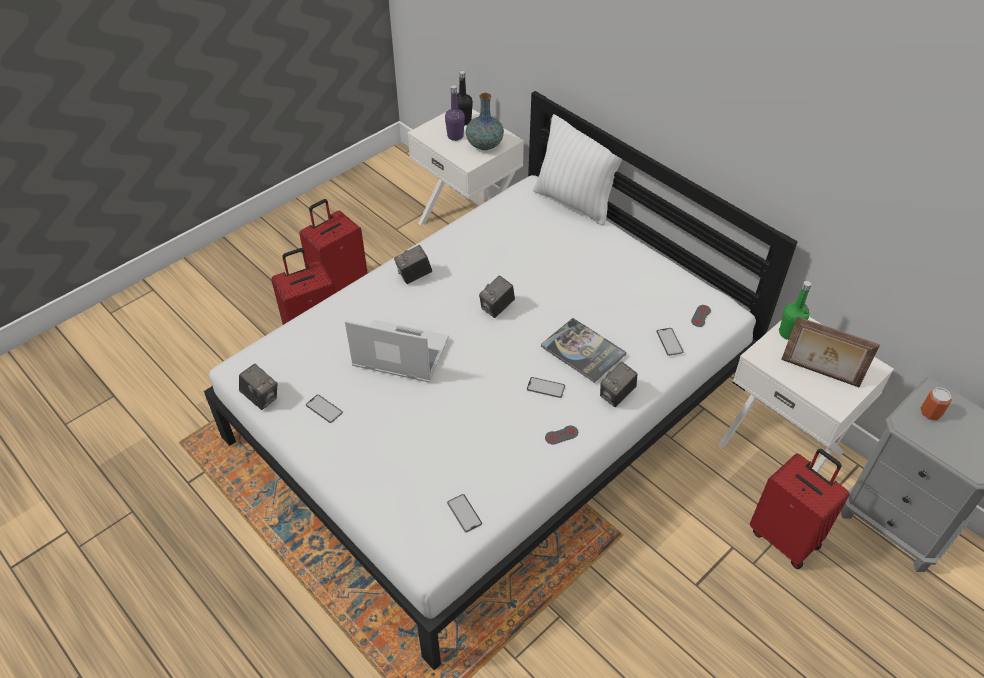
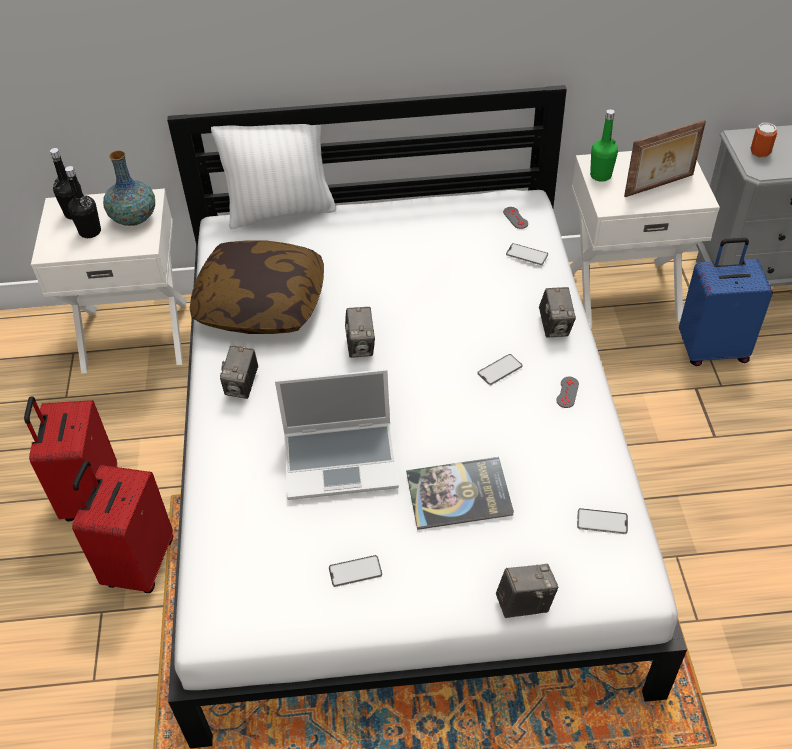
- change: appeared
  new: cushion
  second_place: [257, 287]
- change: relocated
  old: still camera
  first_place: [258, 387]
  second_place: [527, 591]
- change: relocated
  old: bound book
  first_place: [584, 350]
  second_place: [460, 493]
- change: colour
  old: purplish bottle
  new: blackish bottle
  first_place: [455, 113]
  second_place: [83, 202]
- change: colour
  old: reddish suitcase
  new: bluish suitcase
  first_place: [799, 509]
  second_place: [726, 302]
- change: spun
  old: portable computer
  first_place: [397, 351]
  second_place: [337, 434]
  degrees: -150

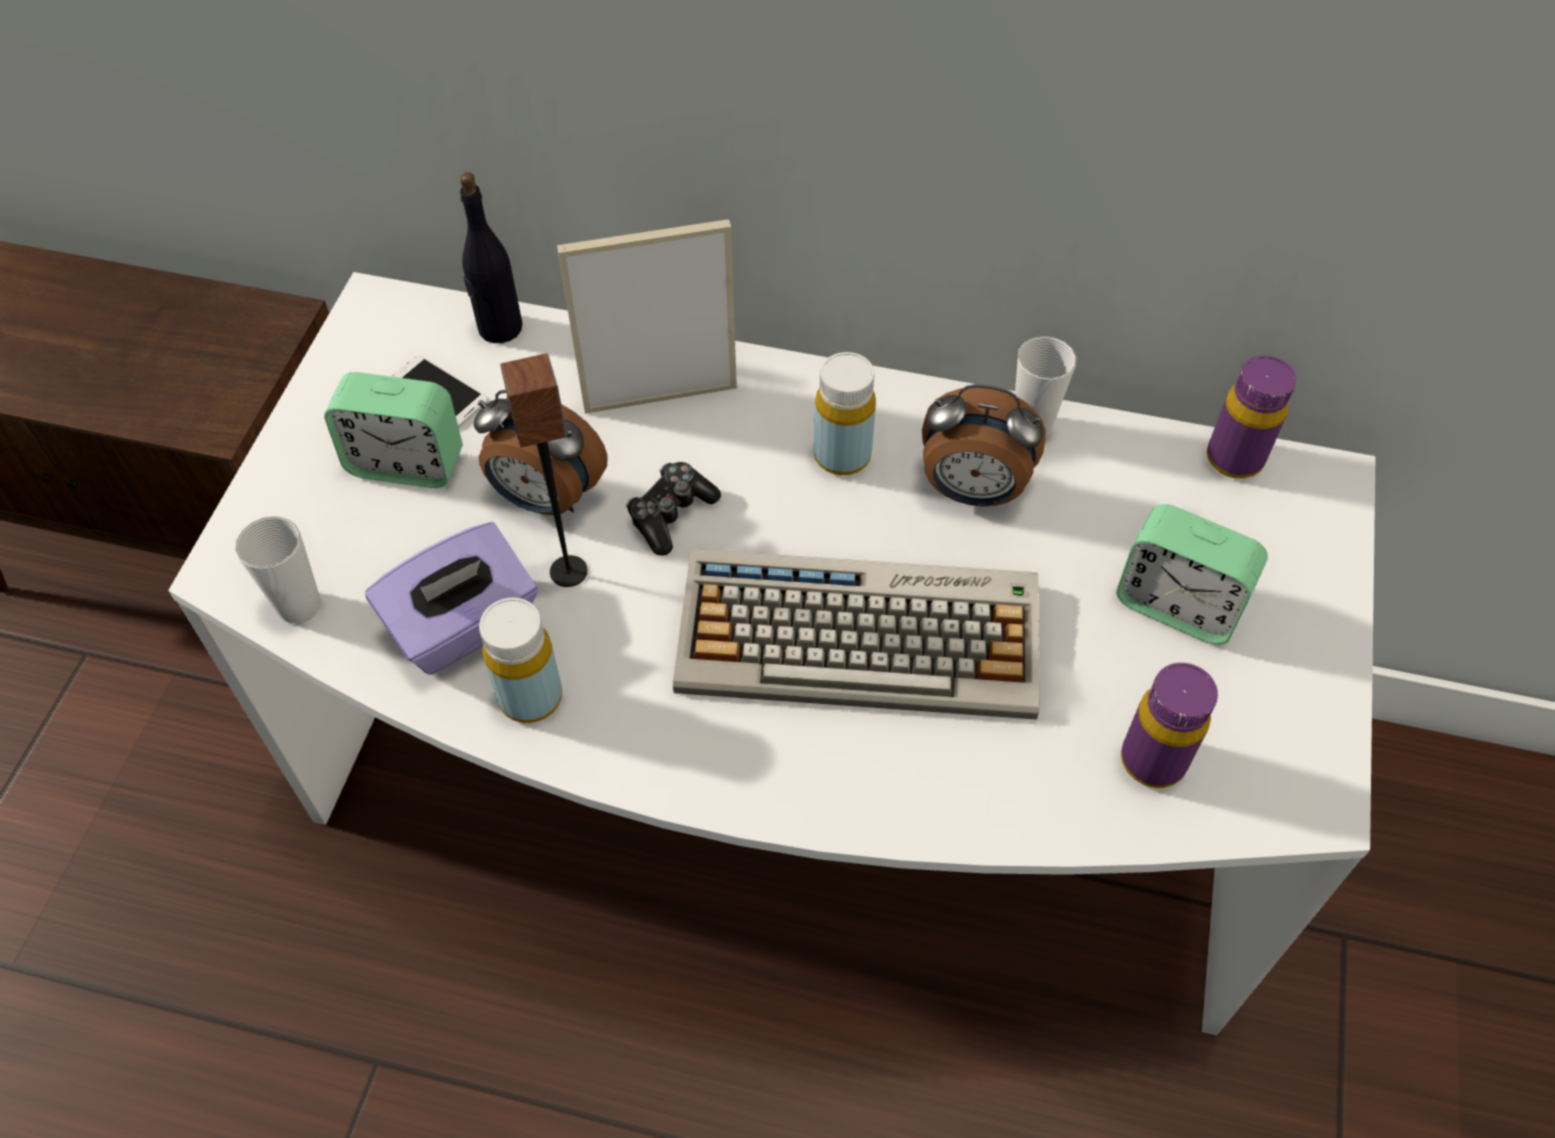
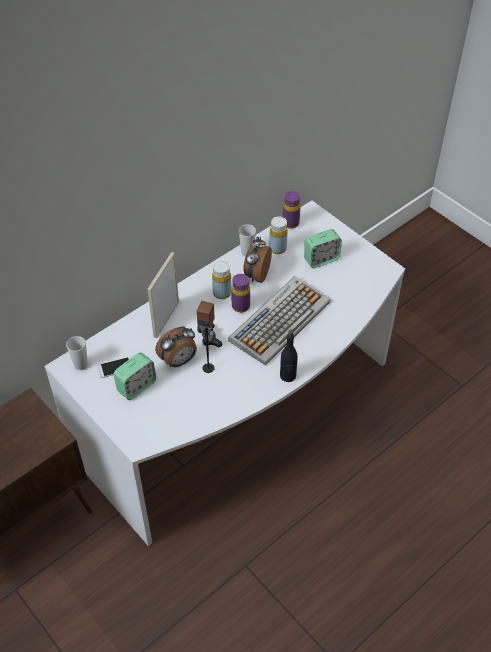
- change: missing
  old: purplish tissue holder
  first_place: [451, 598]
- change: relocated
  old: small cup
  first_place: [278, 570]
  second_place: [77, 353]
- change: relocated
  old: blackish bottle
  first_place: [491, 257]
  second_place: [289, 356]
- change: relocated
  old: yellowish bottle
  first_place: [520, 660]
  second_place: [278, 235]
- change: relocated
  old: purplish bottle
  first_place: [1169, 725]
  second_place: [240, 293]
- change: spun
  old: bedside clock
  first_place: [984, 445]
  second_place: [257, 260]
  degrees: 150

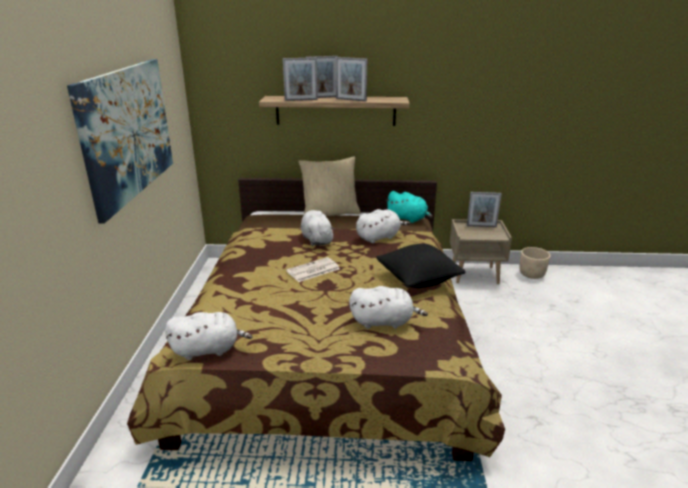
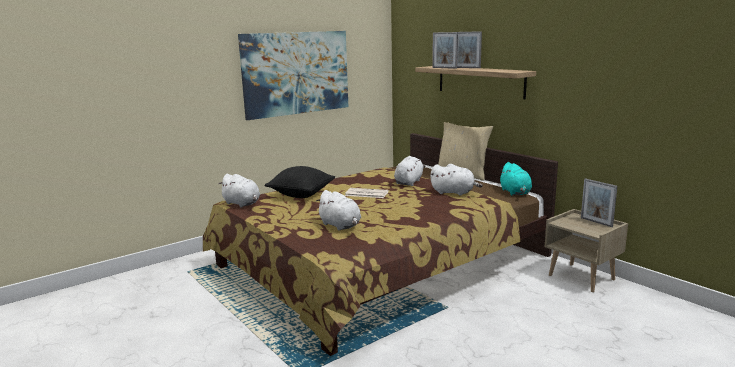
- change: missing
  old: photo frame
  first_place: [351, 79]
- change: missing
  old: sand-coloured planter
  first_place: [535, 263]
- change: relocated
  old: blackish cushion
  first_place: [420, 266]
  second_place: [300, 182]

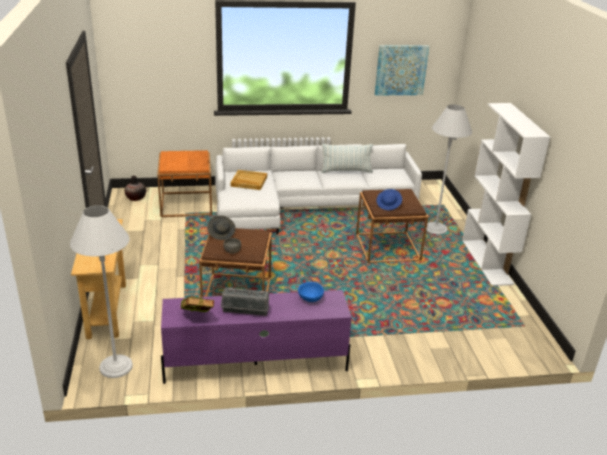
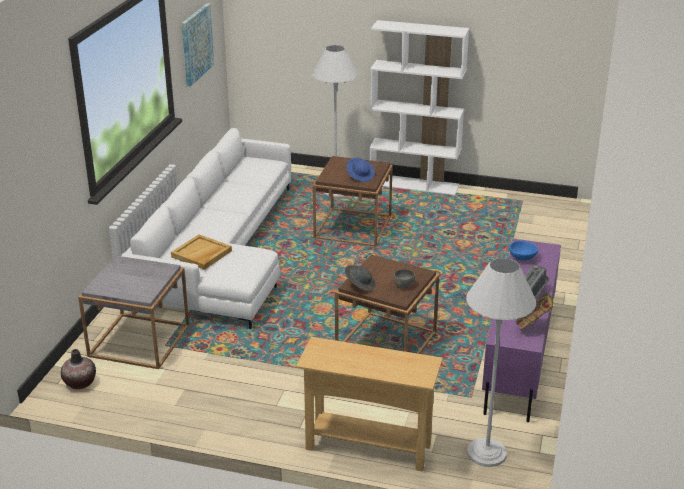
- change: missing
  old: cushion
  first_place: [347, 158]
- change: colour
  old: orange-coloured end table
  new: greyish end table
  first_place: [184, 183]
  second_place: [133, 312]

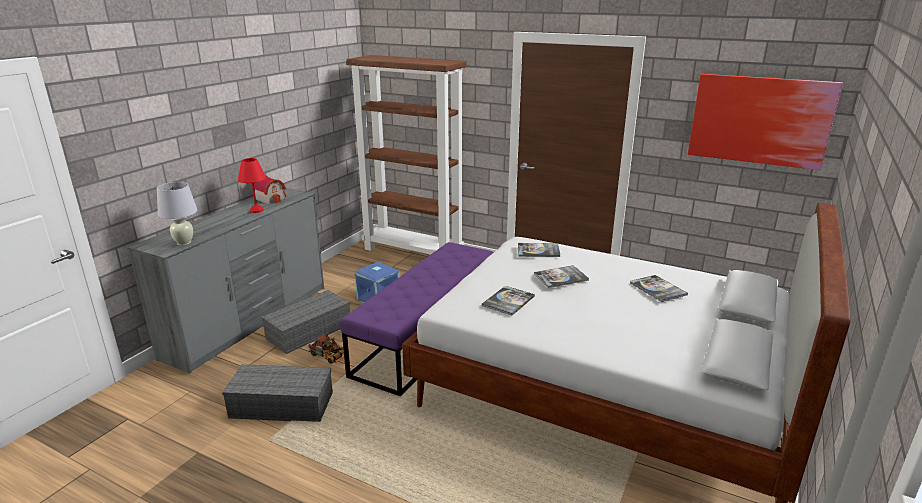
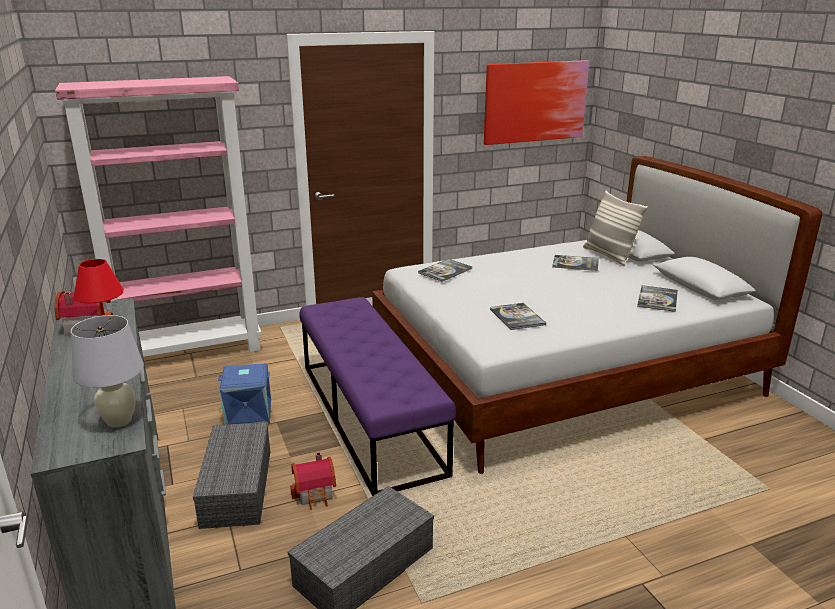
- change: appeared
  new: cushion
  second_place: [615, 228]
- change: relocated
  old: bound book
  first_place: [561, 276]
  second_place: [657, 298]
- change: exchanged
  old: toy lorry
  new: toy house
  first_place: [326, 349]
  second_place: [313, 481]
- change: colour
  old: brown shelving unit
  new: pink shelving unit
  first_place: [406, 155]
  second_place: [158, 216]

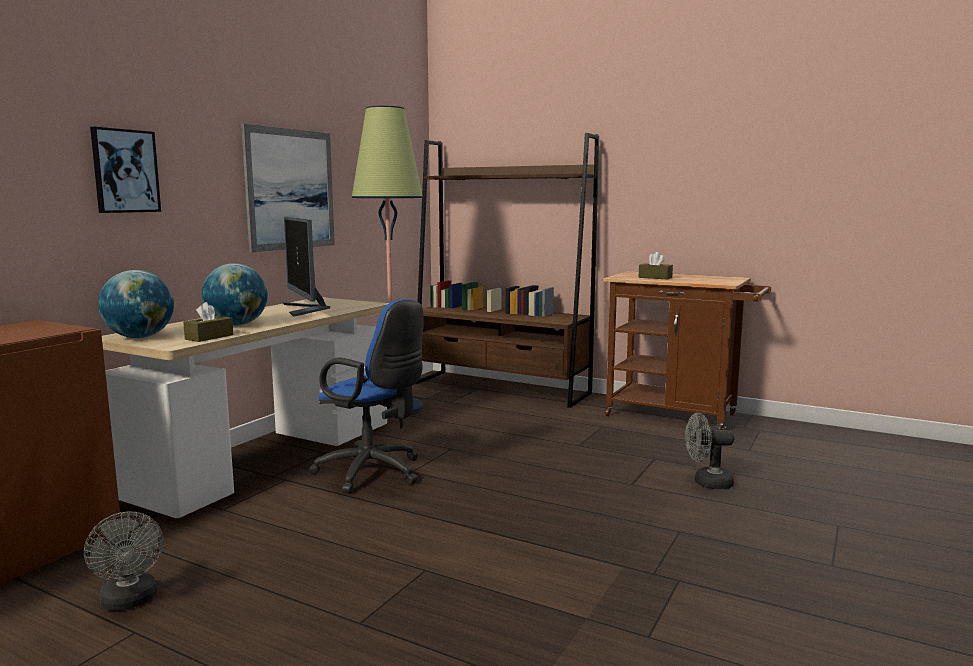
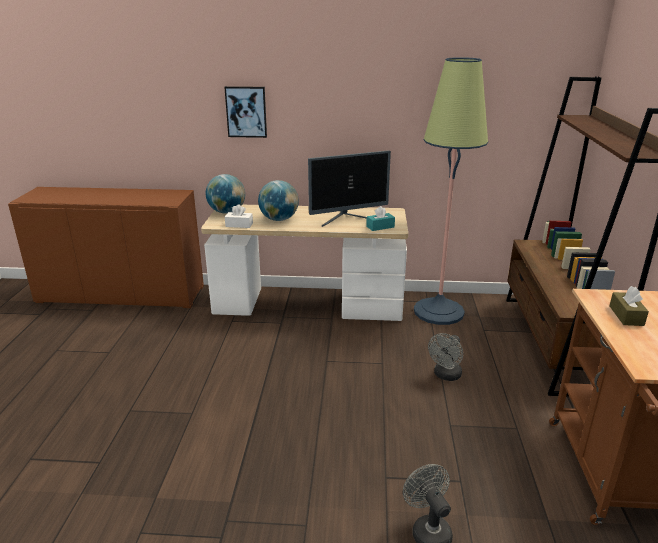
- change: missing
  old: wall picture
  first_place: [288, 188]
- change: missing
  old: bluish office chair
  first_place: [366, 396]
- change: appeared
  new: turquoise-coloured tissue holder
  second_place: [380, 218]
- change: relocated
  old: greyish cooling fan
  first_place: [124, 561]
  second_place: [445, 357]
- change: colour
  old: brown tissue holder
  new: whitish tissue holder
  first_place: [208, 322]
  second_place: [239, 216]
- change: spun
  old: computer display
  first_place: [306, 267]
  second_place: [349, 188]
  degrees: -150

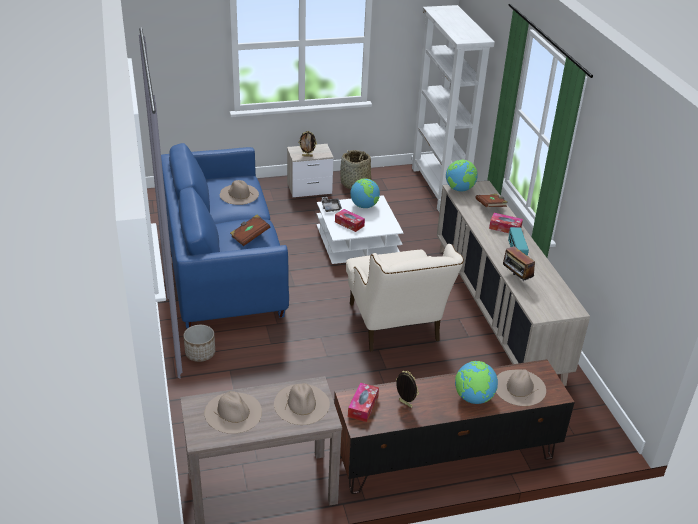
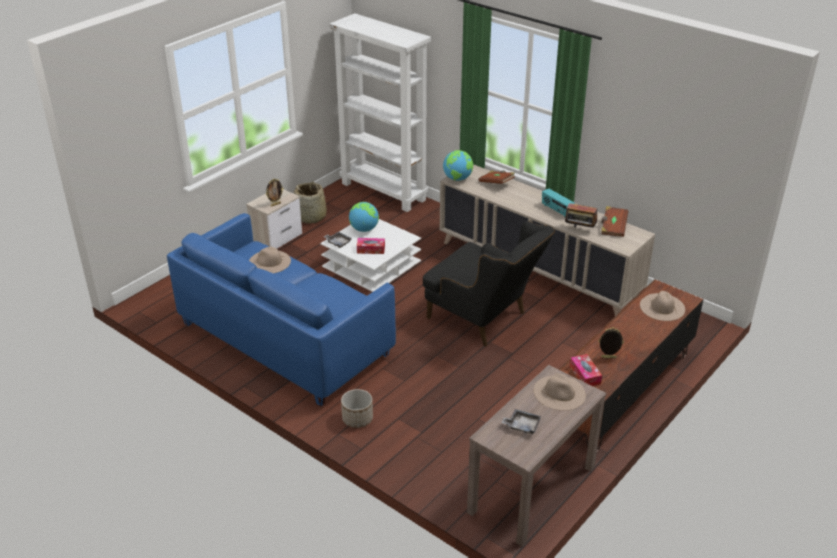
- change: missing
  old: desk globe
  first_place: [476, 382]
- change: missing
  old: tissue holder
  first_place: [506, 223]
- change: relocated
  old: brown bound book
  first_place: [250, 230]
  second_place: [614, 221]
- change: exchanged
  old: sand-coloured wearable hat
  new: greyish serving tray
  first_place: [233, 412]
  second_place: [521, 421]
- change: colour
  old: sand-coloured easy chair
  new: blackish easy chair
  first_place: [405, 297]
  second_place: [489, 283]

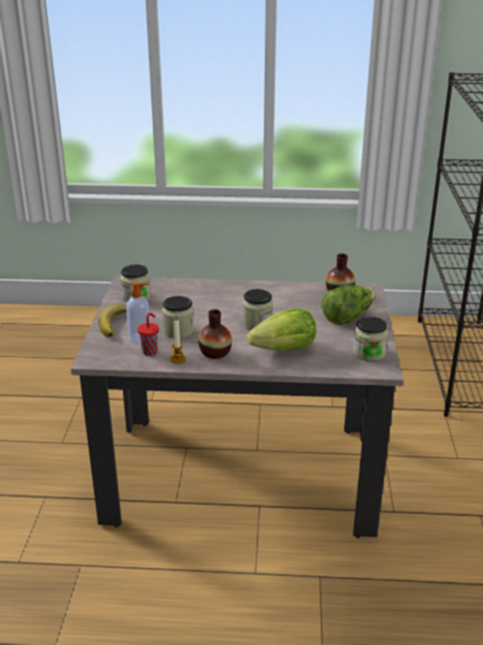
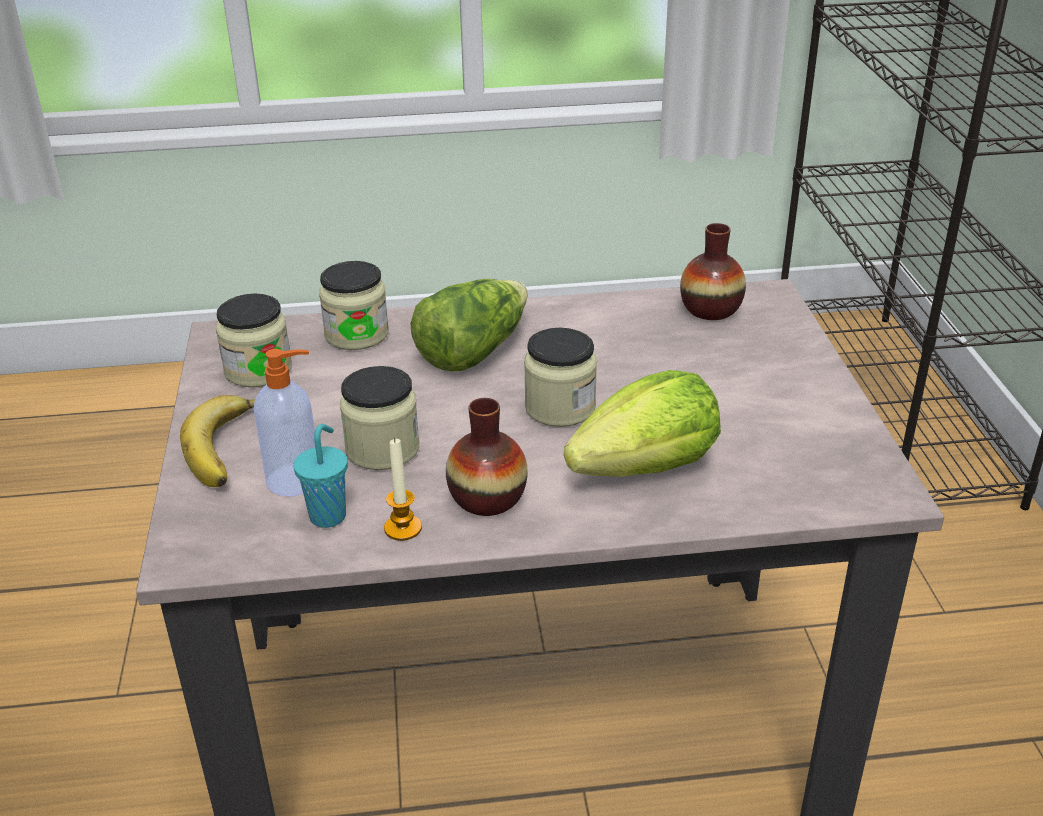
- change: relocated
  old: head of lettuce
  first_place: [348, 305]
  second_place: [469, 325]
- change: relocated
  old: preserve jar
  first_place: [370, 338]
  second_place: [354, 305]
- change: colour
  old: reddish small cup
  new: turquoise-coloured small cup
  first_place: [148, 334]
  second_place: [321, 476]

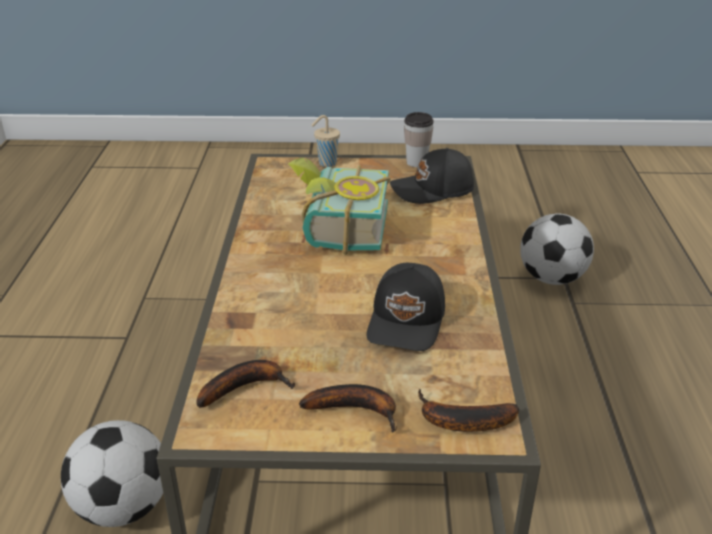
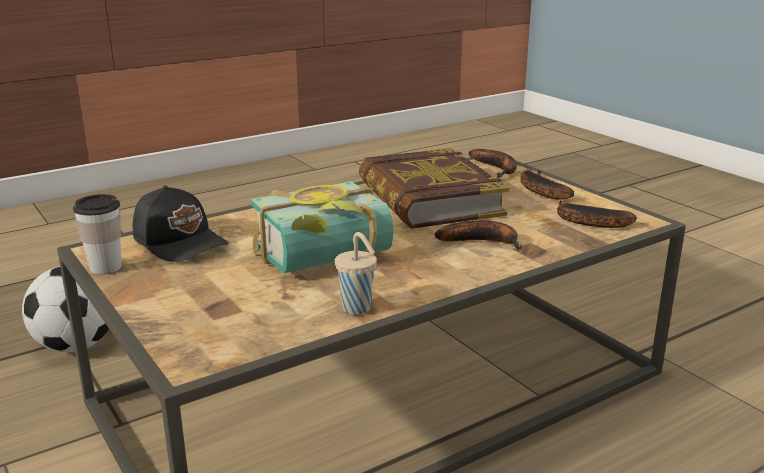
- change: missing
  old: ball for football
  first_place: [112, 473]
- change: appeared
  new: banana fruit
  second_place: [478, 235]
- change: relocated
  old: sand-coloured small cup
  first_place: [326, 141]
  second_place: [356, 273]
- change: exchanged
  old: blackish peaked cap
  new: bound book
  first_place: [406, 307]
  second_place: [434, 188]

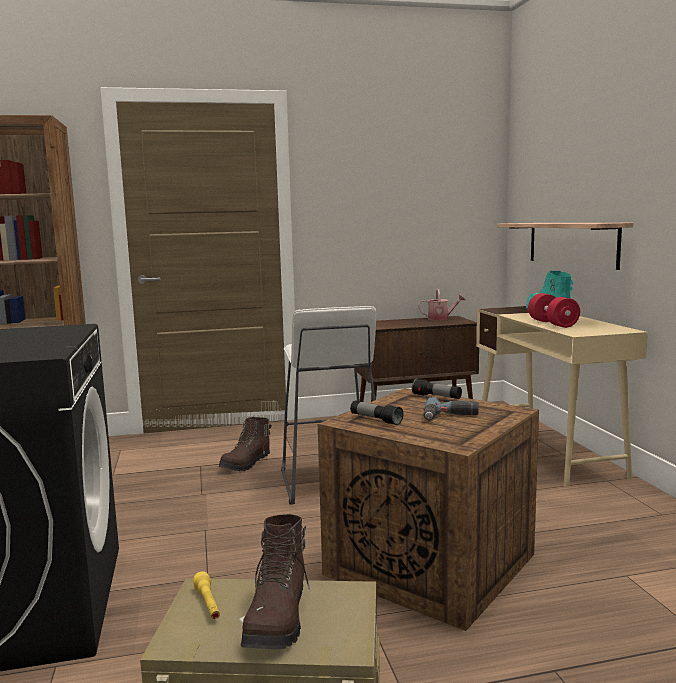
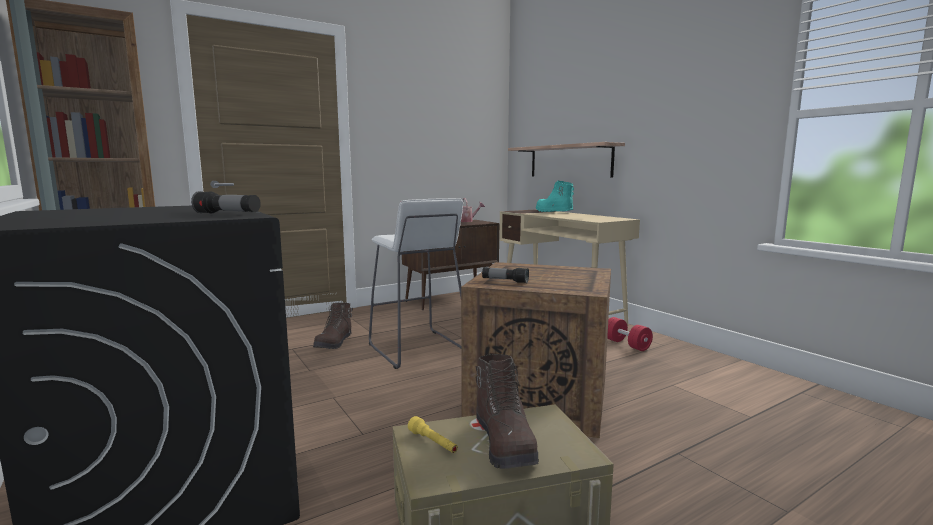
- change: missing
  old: drill
  first_place: [451, 408]
- change: relocated
  old: hand torch
  first_place: [437, 389]
  second_place: [226, 202]
- change: relocated
  old: reddish hand weight
  first_place: [554, 310]
  second_place: [630, 334]

